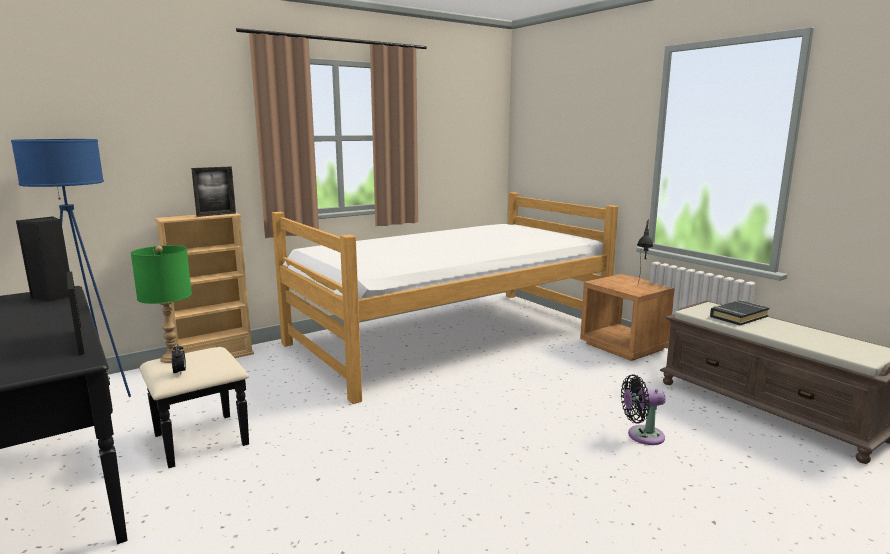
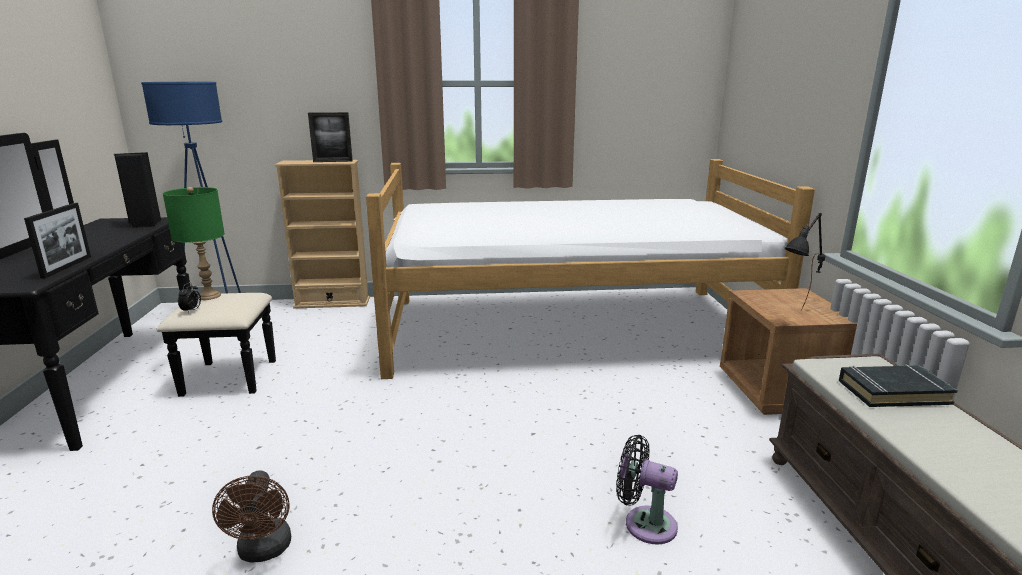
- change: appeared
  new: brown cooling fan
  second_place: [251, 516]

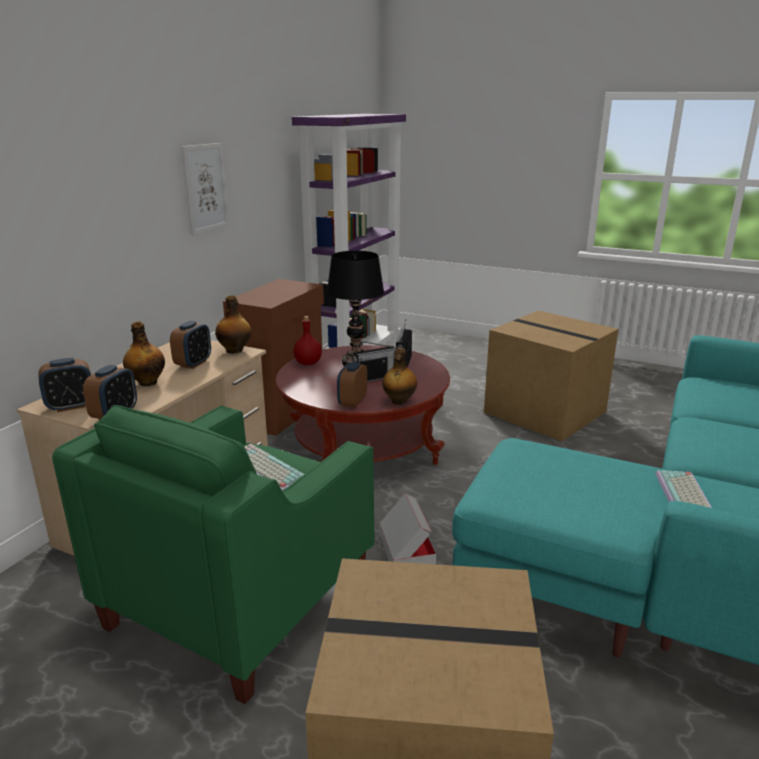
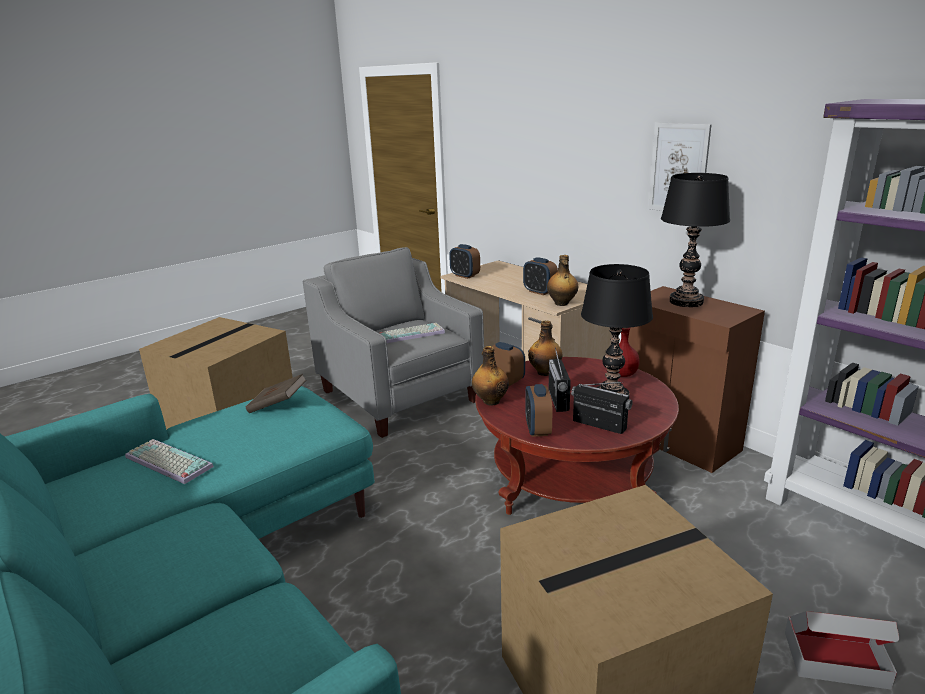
- change: appeared
  new: brown bound book
  second_place: [276, 393]
- change: appeared
  new: blackish tabletop lamp
  second_place: [695, 240]
- change: relocated
  old: bedside clock
  first_place: [64, 385]
  second_place: [538, 410]
- change: relocated
  old: bottle
  first_place: [144, 354]
  second_place: [545, 348]
- change: relocated
  old: cardboard box
  first_place: [407, 528]
  second_place: [842, 650]
- change: colour
  old: greenish easy chair
  new: greyish easy chair
  first_place: [213, 554]
  second_place: [393, 342]

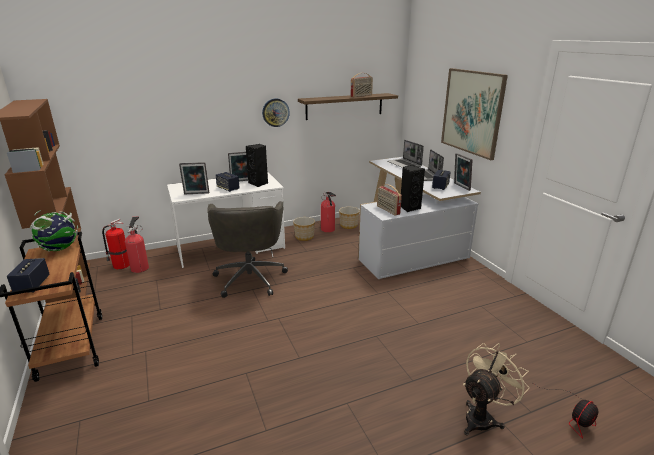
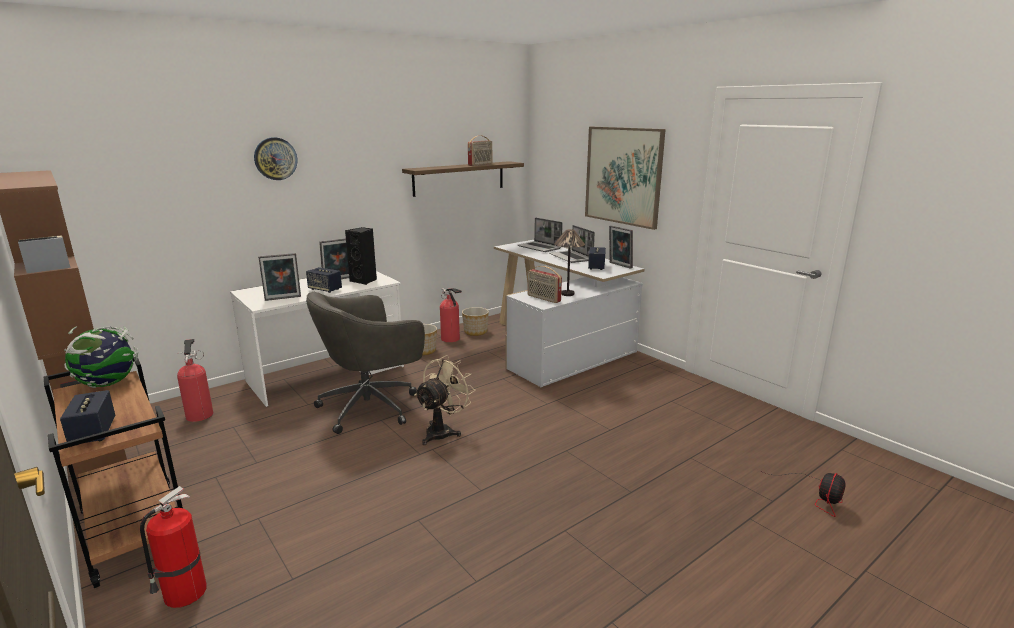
- change: relocated
  old: fire-fighting cylinder
  first_place: [116, 243]
  second_place: [173, 547]
- change: relocated
  old: hanging clock
  first_place: [276, 112]
  second_place: [275, 158]
- change: relocated
  old: sand-coloured cooling fan
  first_place: [496, 389]
  second_place: [445, 400]
- change: exchanged
  old: blackish audio speaker
  new: tabletop lamp
  first_place: [413, 188]
  second_place: [569, 262]
- change: spun
  old: greyish office chair
  first_place: [247, 249]
  second_place: [365, 363]
  degrees: 75

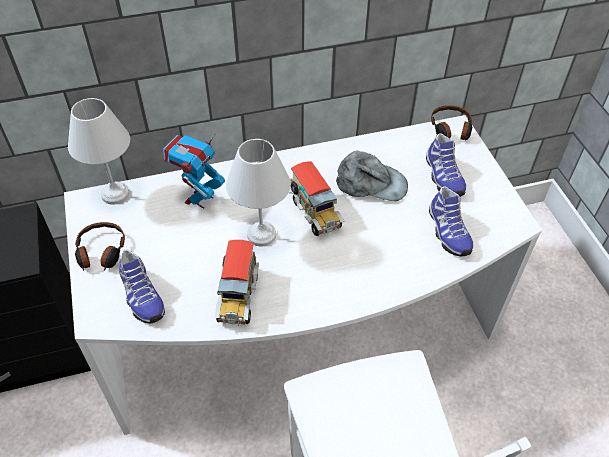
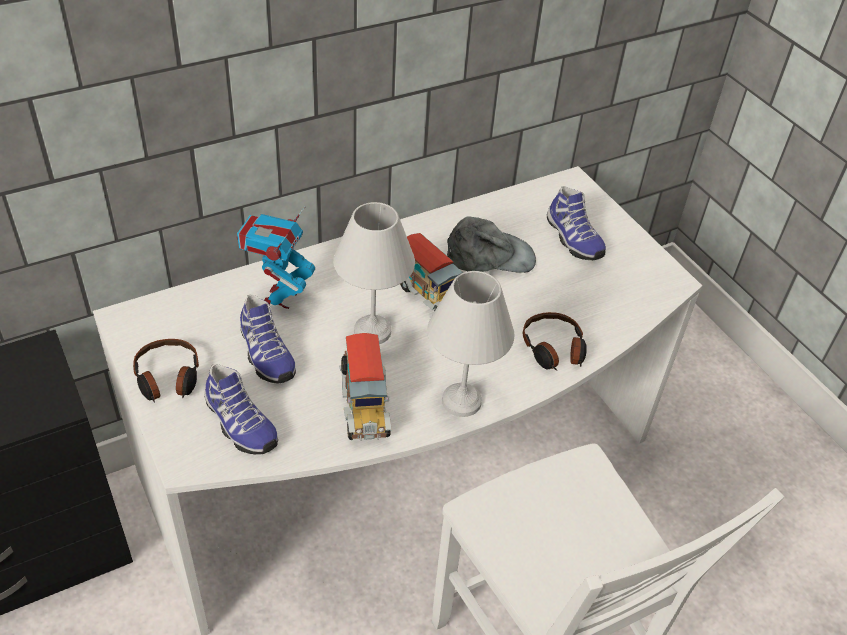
- change: relocated
  old: whitish tabletop lamp
  first_place: [99, 151]
  second_place: [470, 344]
- change: relocated
  old: shoe
  first_place: [451, 221]
  second_place: [268, 338]
- change: relocated
  old: headset
  first_place: [451, 123]
  second_place: [554, 341]

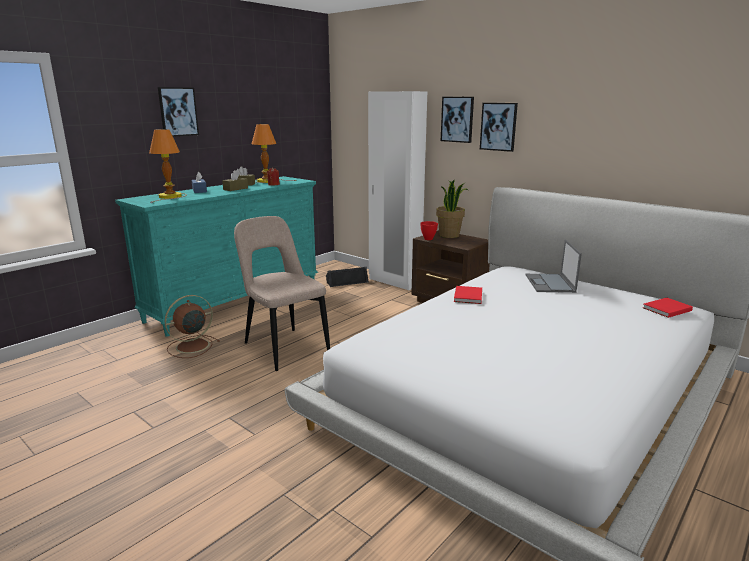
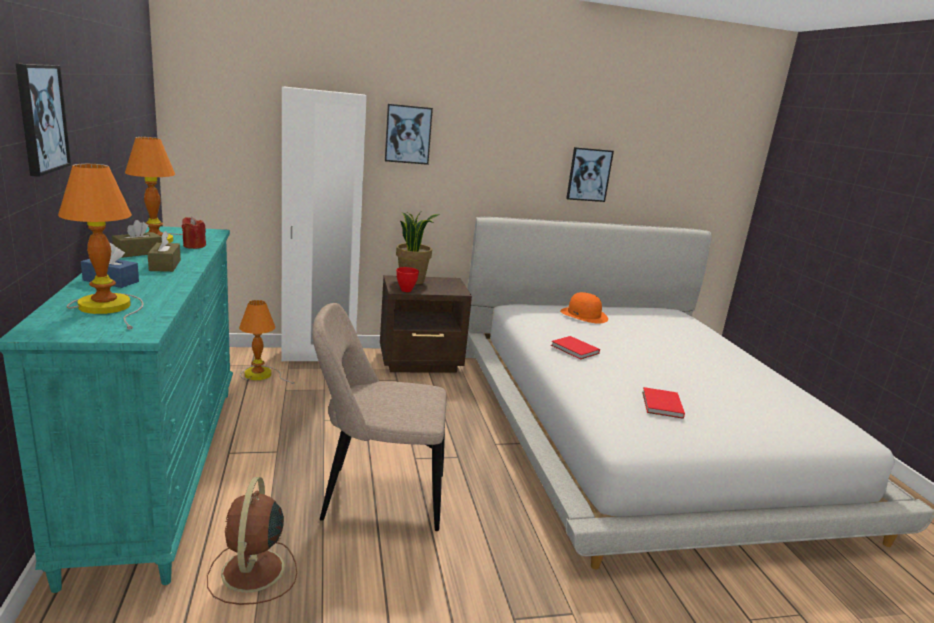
- change: relocated
  old: wall picture
  first_place: [499, 127]
  second_place: [590, 174]
- change: relocated
  old: reddish bound book
  first_place: [668, 308]
  second_place: [663, 403]
- change: exchanged
  old: blackish audio speaker
  new: tabletop lamp
  first_place: [347, 277]
  second_place: [266, 342]
- change: exchanged
  old: portable computer
  new: orange-coloured wearable hat
  first_place: [553, 266]
  second_place: [584, 308]

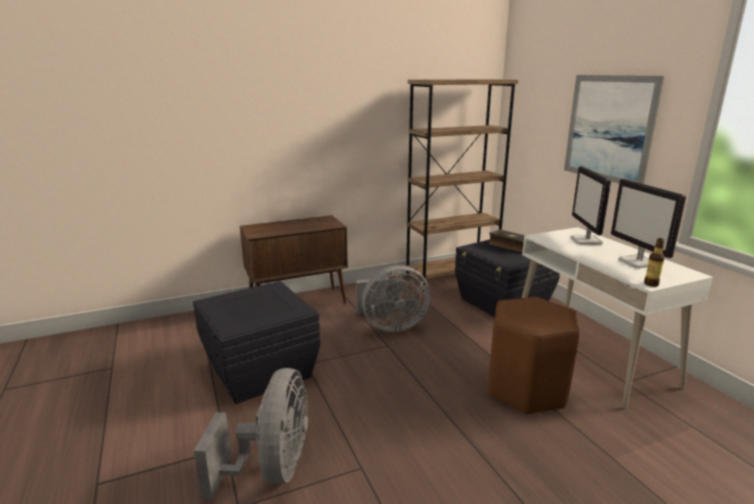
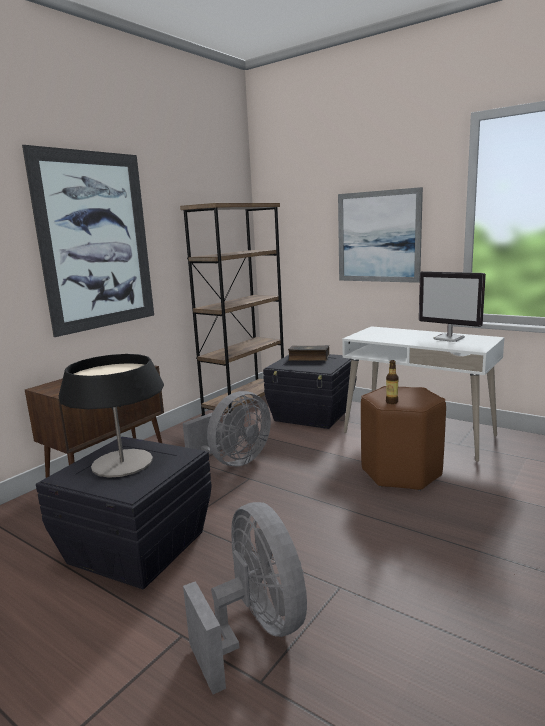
- change: missing
  old: computer display
  first_place: [590, 205]
- change: appeared
  new: wall picture
  second_place: [88, 241]
- change: appeared
  new: tabletop lamp
  second_place: [111, 416]
- change: relocated
  old: bottle
  first_place: [654, 262]
  second_place: [392, 382]

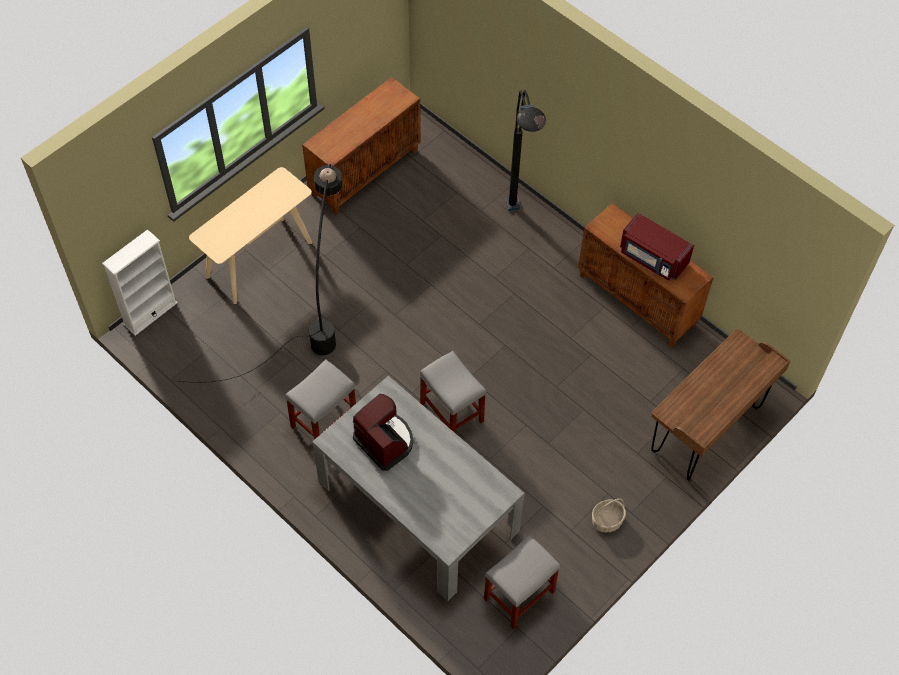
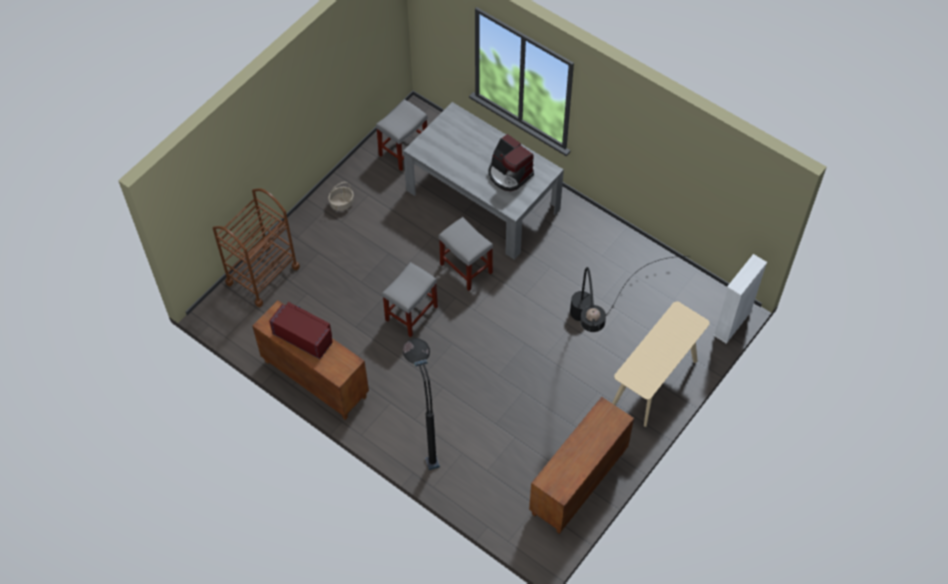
- change: relocated
  old: greyish stool seat
  first_place: [320, 399]
  second_place: [410, 299]
- change: exchanged
  old: brown desk
  new: brown trolley
  first_place: [721, 405]
  second_place: [256, 247]

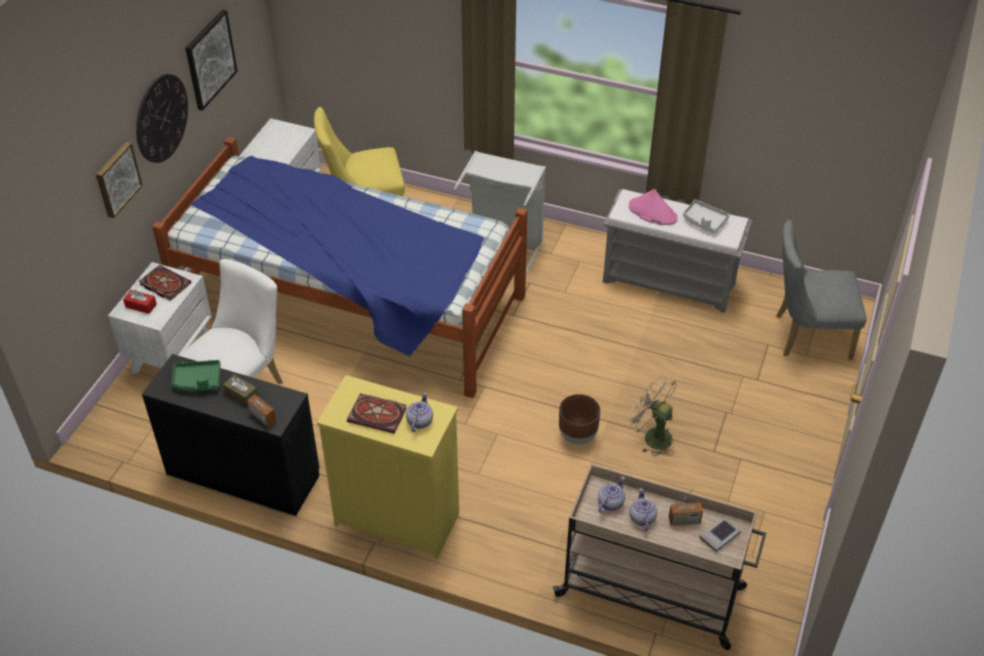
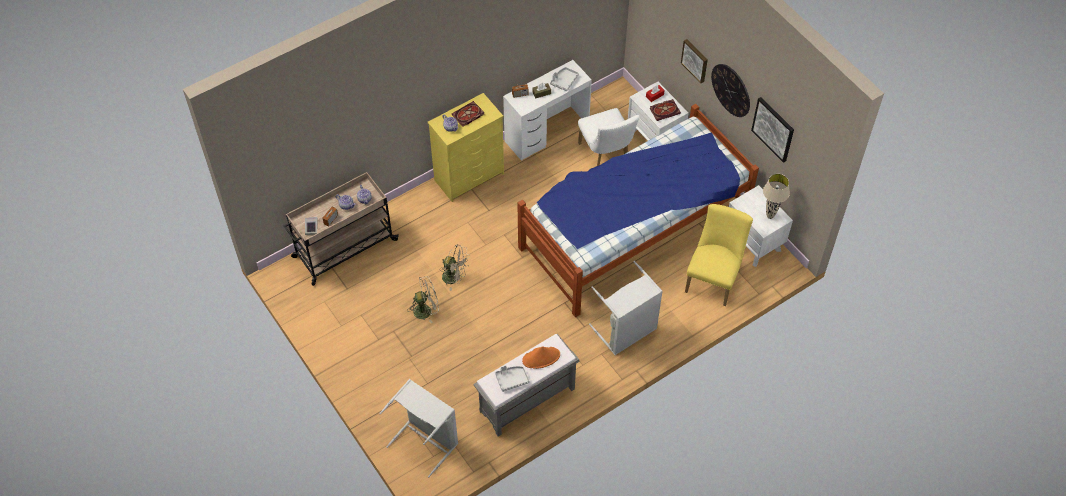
- change: appeared
  new: sand-coloured tabletop lamp
  second_place: [776, 196]
- change: exchanged
  old: brown planter
  new: sand-coloured cooling fan
  first_place: [579, 419]
  second_place: [454, 267]
- change: exchanged
  old: greyish upright chair
  new: greyish laundry basket
  first_place: [821, 290]
  second_place: [418, 428]
- change: colour
  old: blackish desk
  new: whitish desk
  first_place: [231, 435]
  second_place: [547, 110]
- change: colour
  old: greenish serving tray
  new: greyish serving tray
  first_place: [196, 375]
  second_place: [564, 79]
- change: colour
  old: pink wearable hat
  new: orange-coloured wearable hat
  first_place: [653, 207]
  second_place: [541, 357]

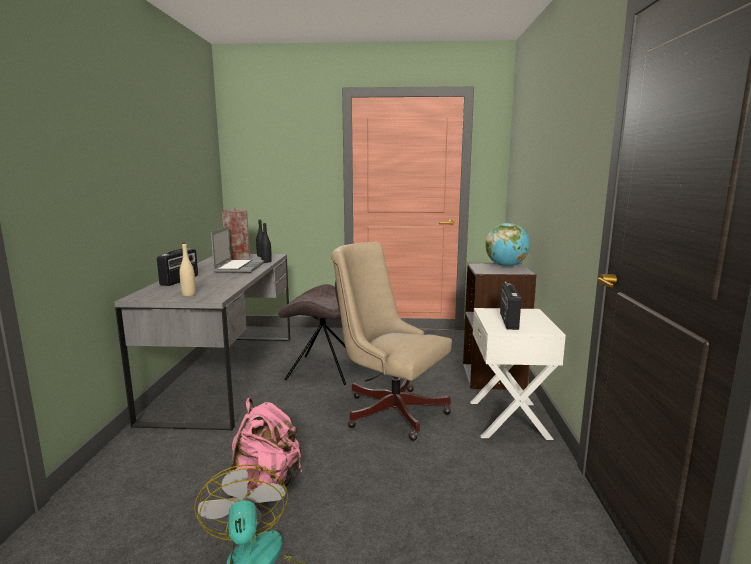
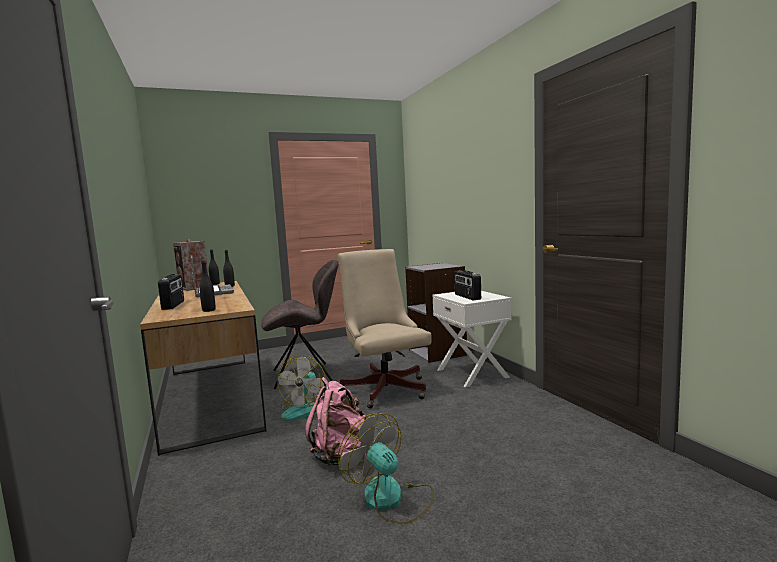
- change: missing
  old: desk globe
  first_place: [507, 245]
- change: appeared
  new: cooling fan
  second_place: [301, 387]
- change: colour
  old: greyish desk
  new: brown desk
  first_place: [202, 342]
  second_place: [203, 368]
- change: colour
  old: sand-coloured bottle
  new: blackish bottle
  first_place: [187, 269]
  second_place: [207, 286]
- change: spun
  old: sand-coloured office chair
  first_place: [391, 341]
  second_place: [384, 328]
  degrees: 60

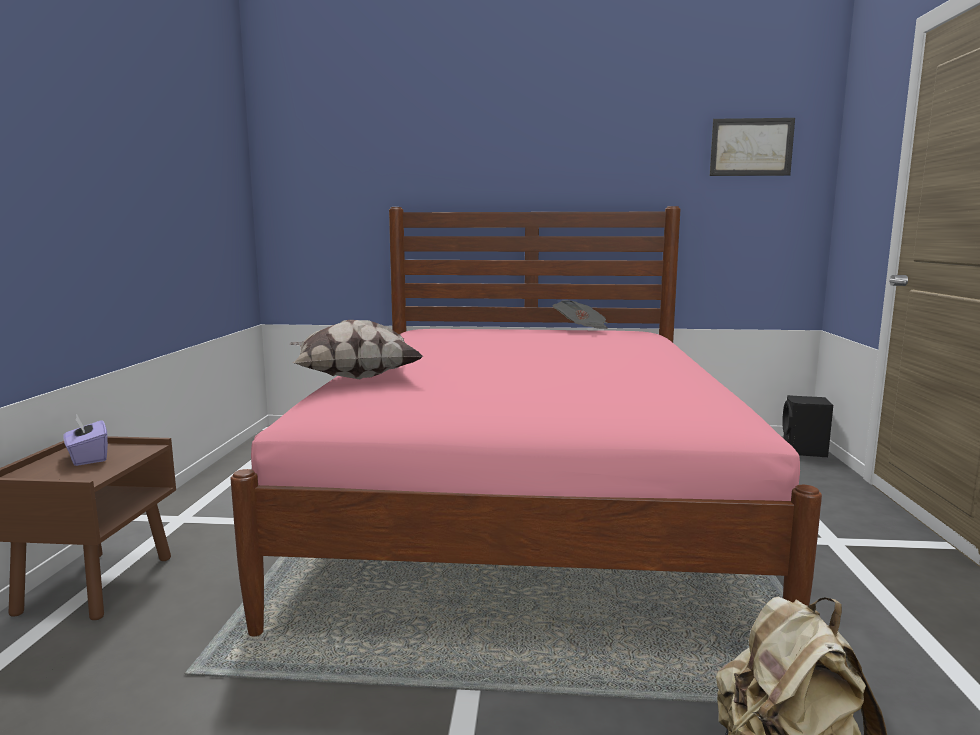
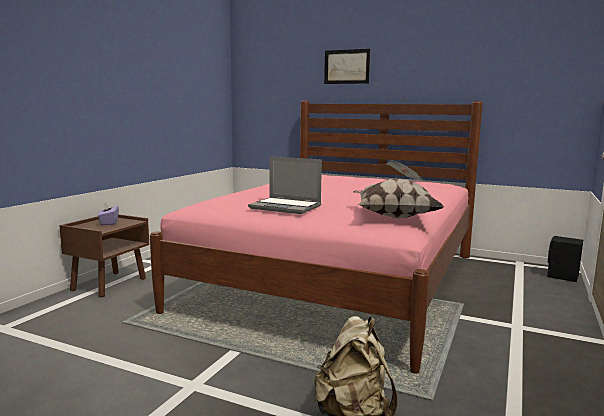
- change: appeared
  new: portable computer
  second_place: [285, 185]
- change: relocated
  old: cushion
  first_place: [357, 349]
  second_place: [398, 198]
- change: relocated
  old: wall picture
  first_place: [752, 147]
  second_place: [347, 66]

